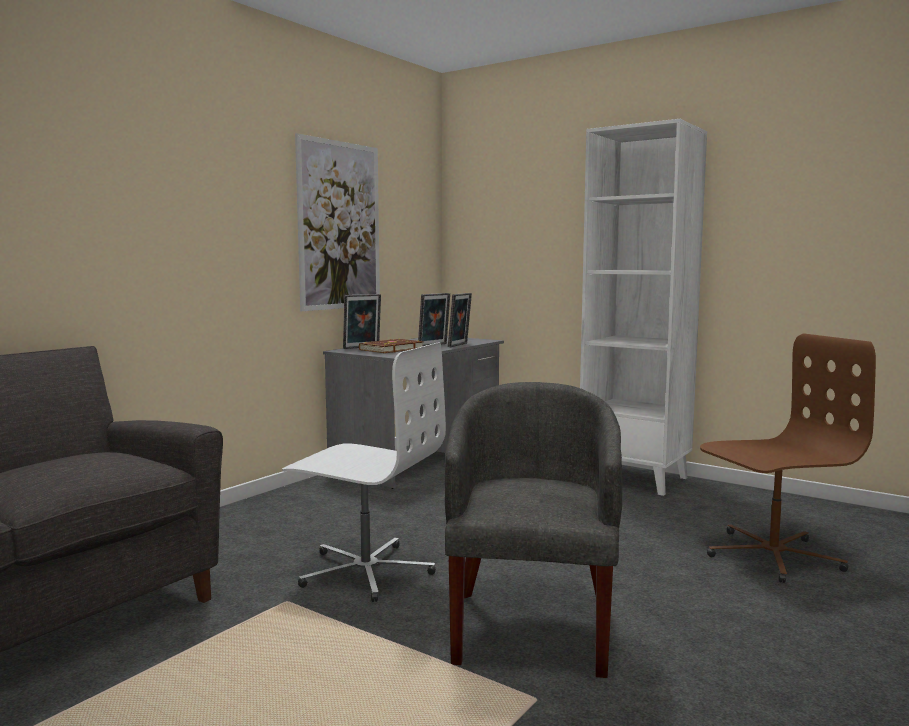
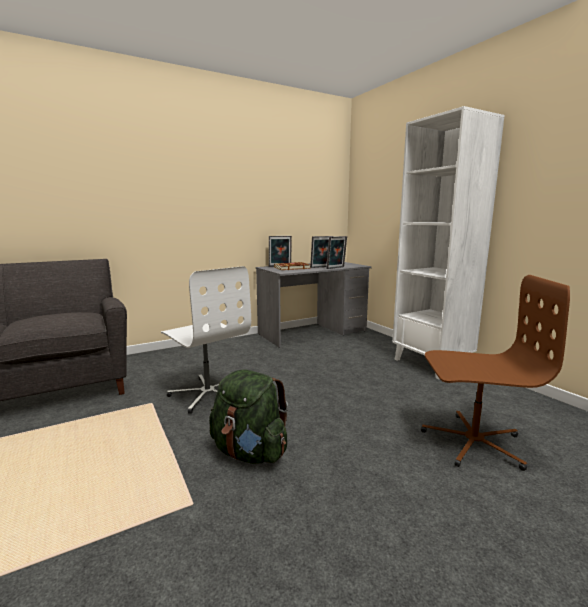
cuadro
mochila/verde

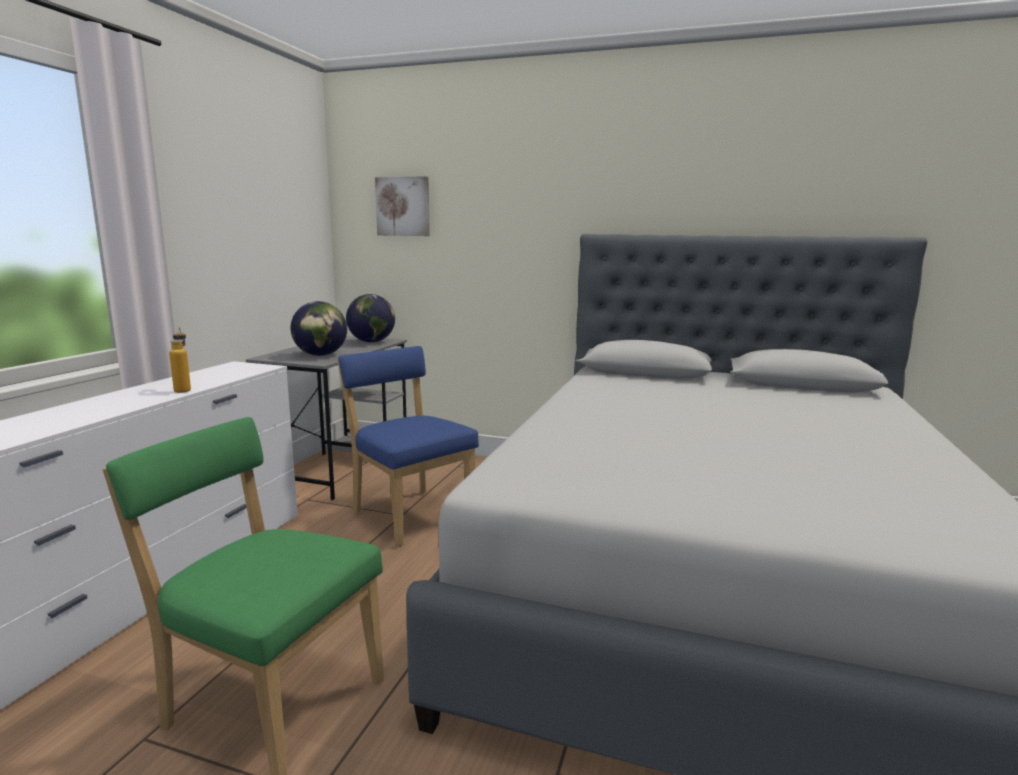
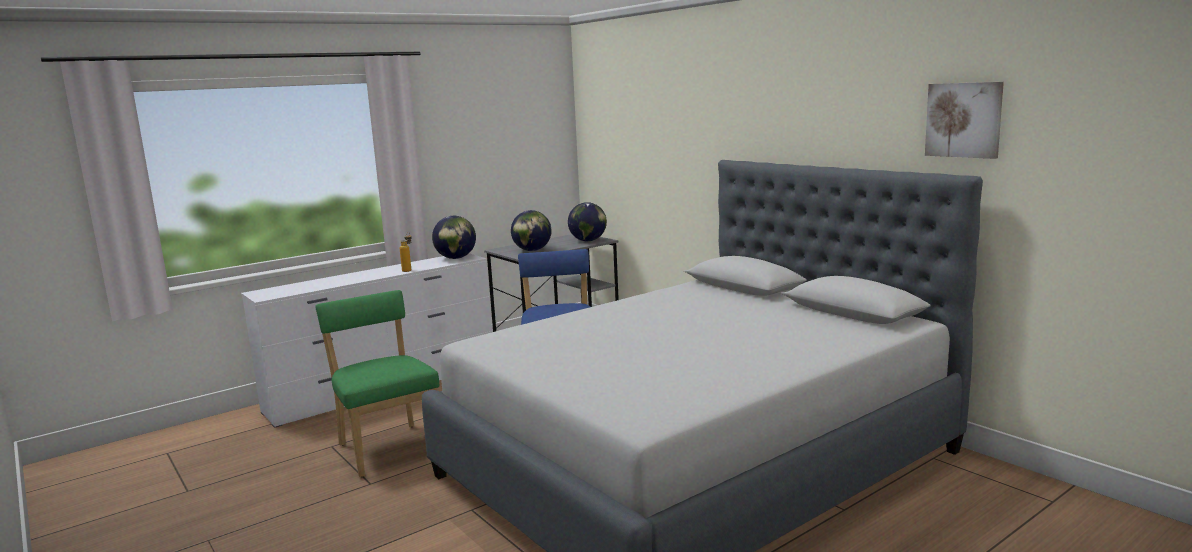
globo terráqueo (1st from left)
cuadro

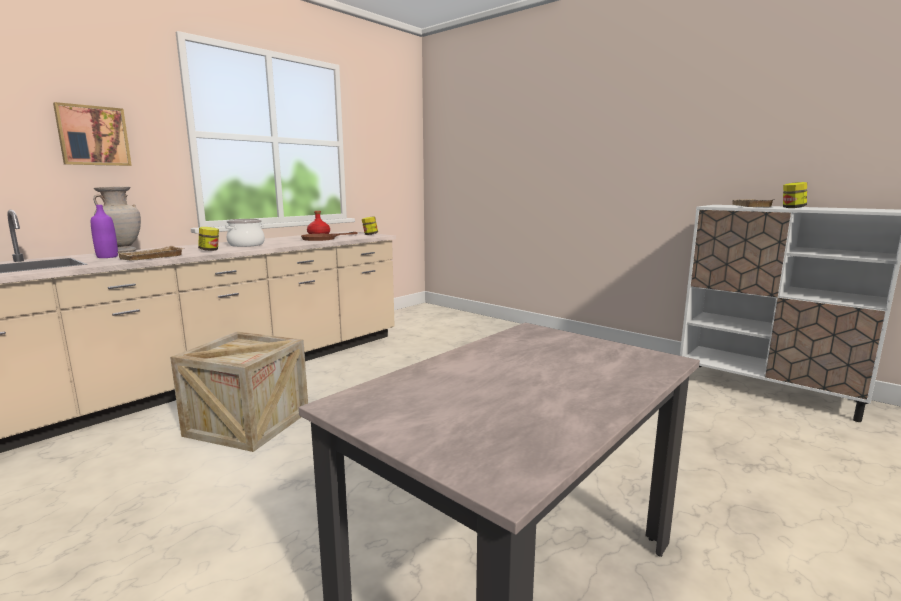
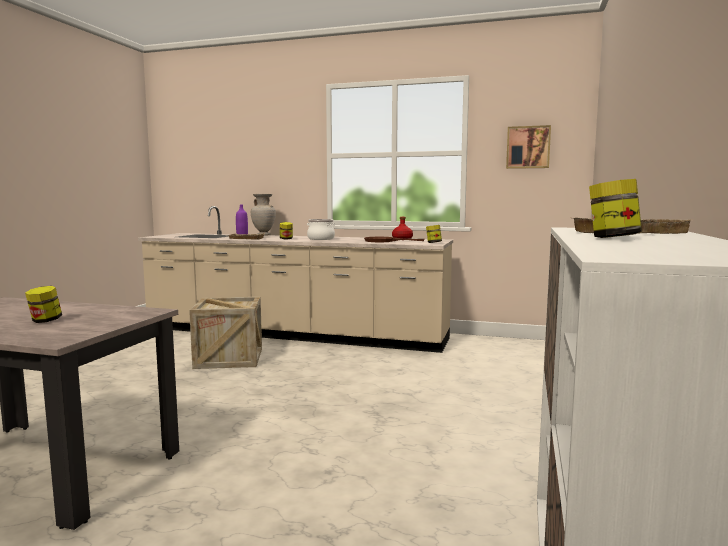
tarro (1st from left)
cuadro

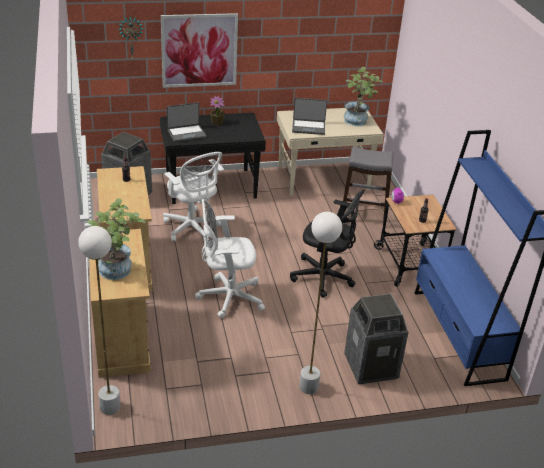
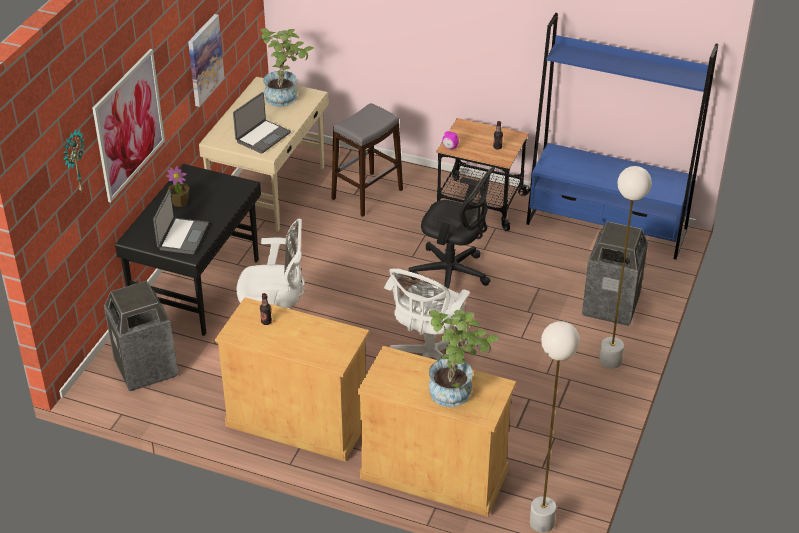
cuadro (2nd from left)
silla de oficina/negro

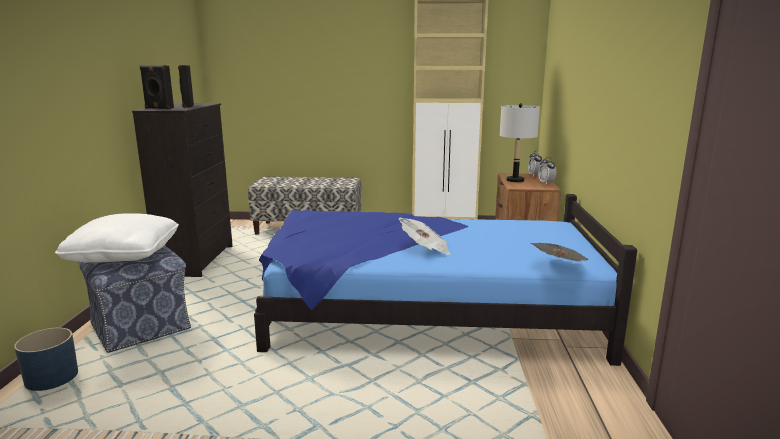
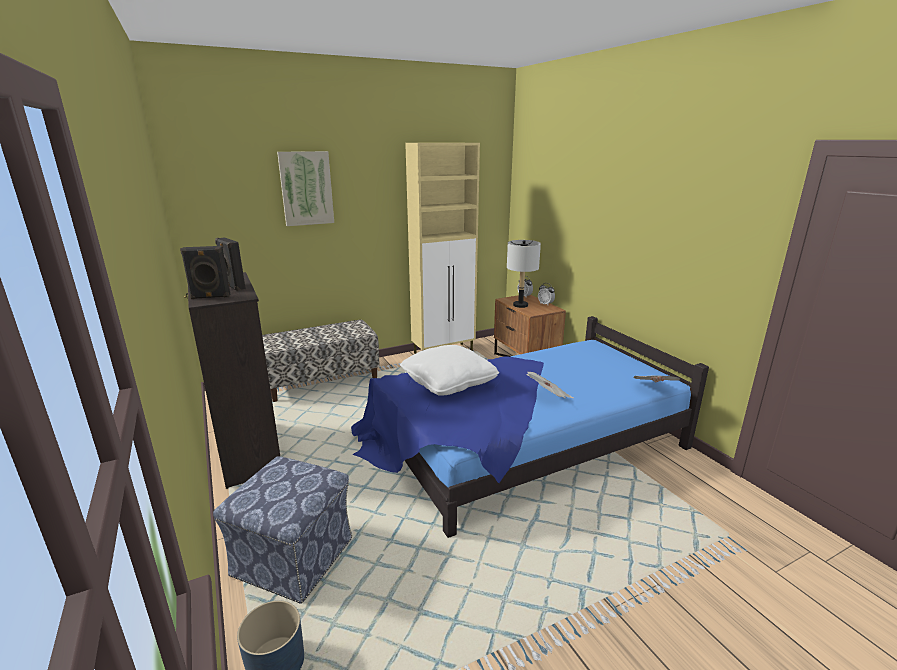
cuadro
cojín/blanco

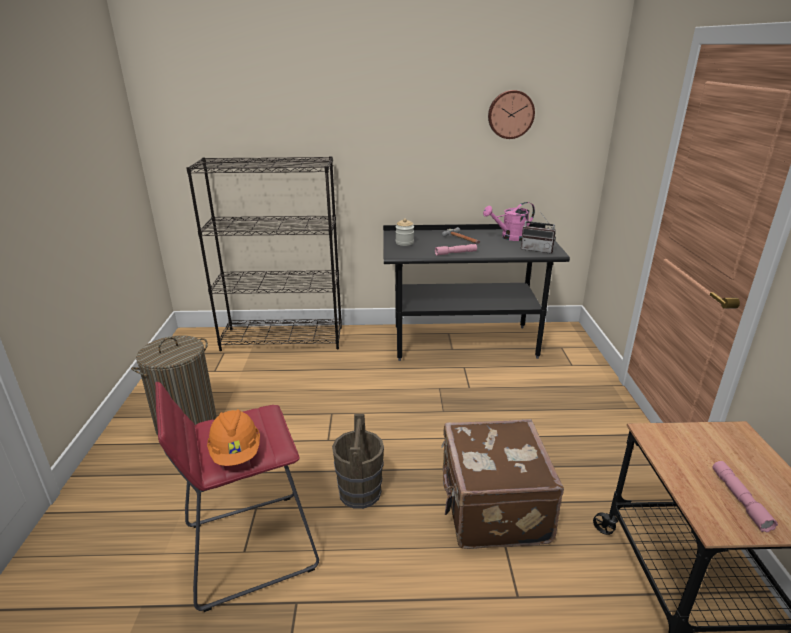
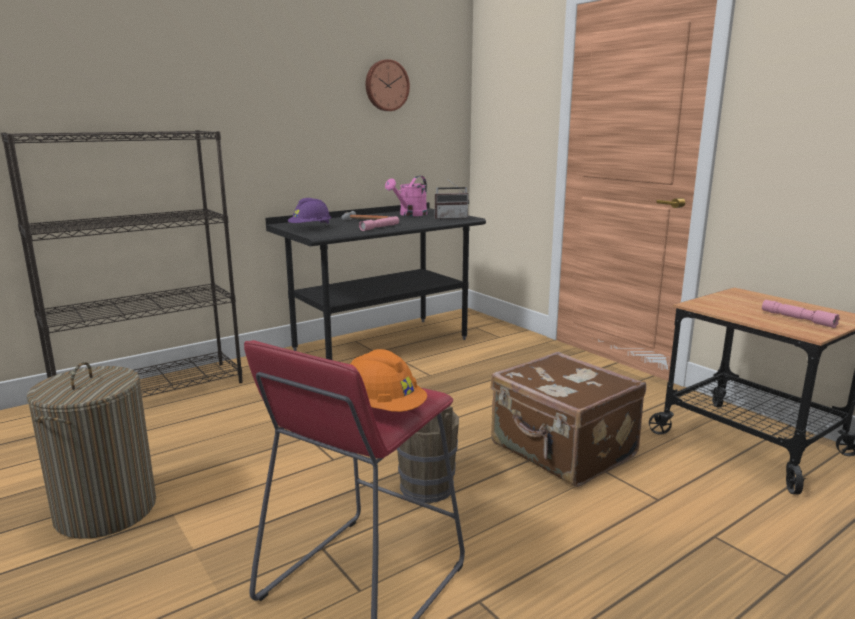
casco/morado

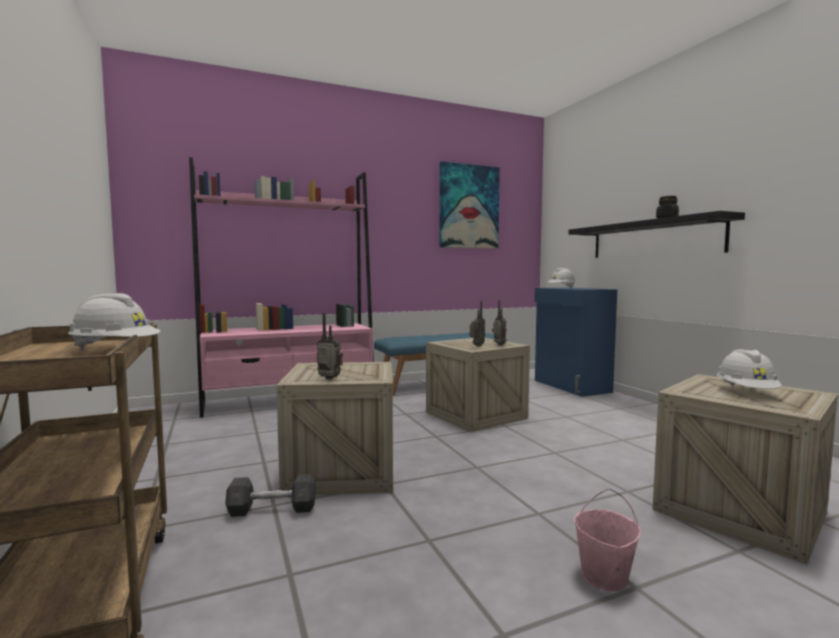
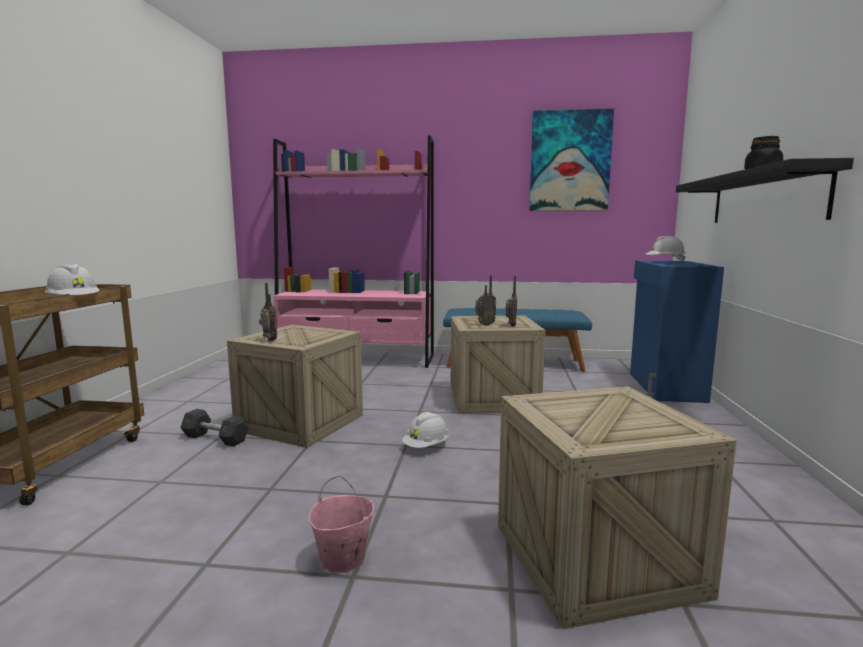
casco/blanco (2nd from left)

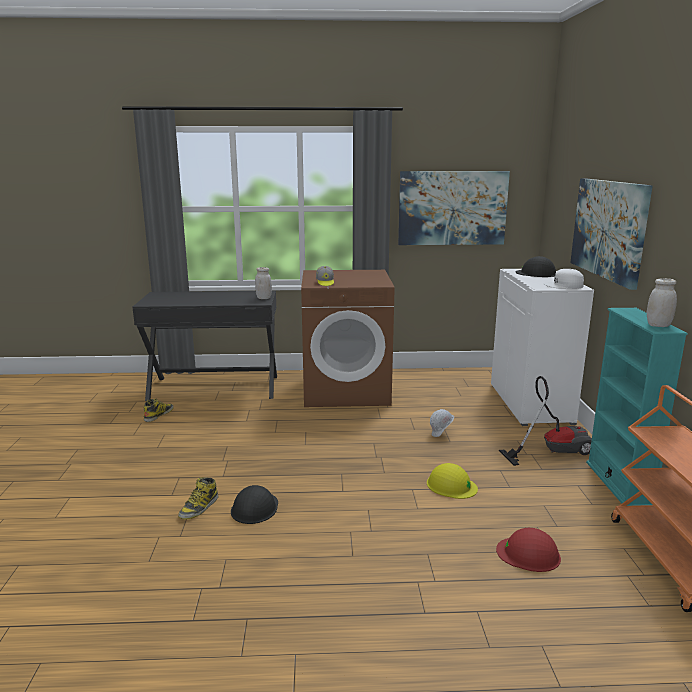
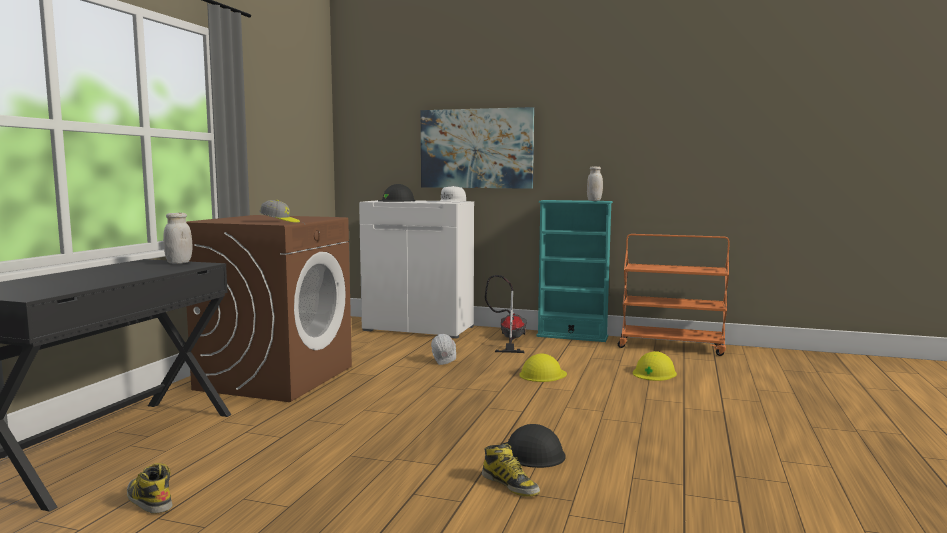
cuadro (1st from left in the first image)
casco/amarillo (2nd from left)

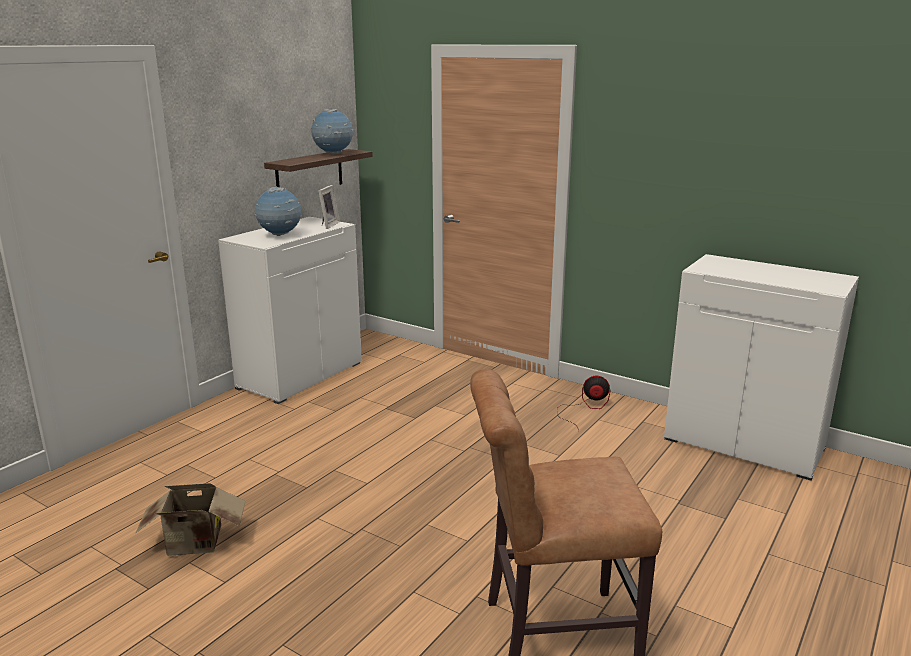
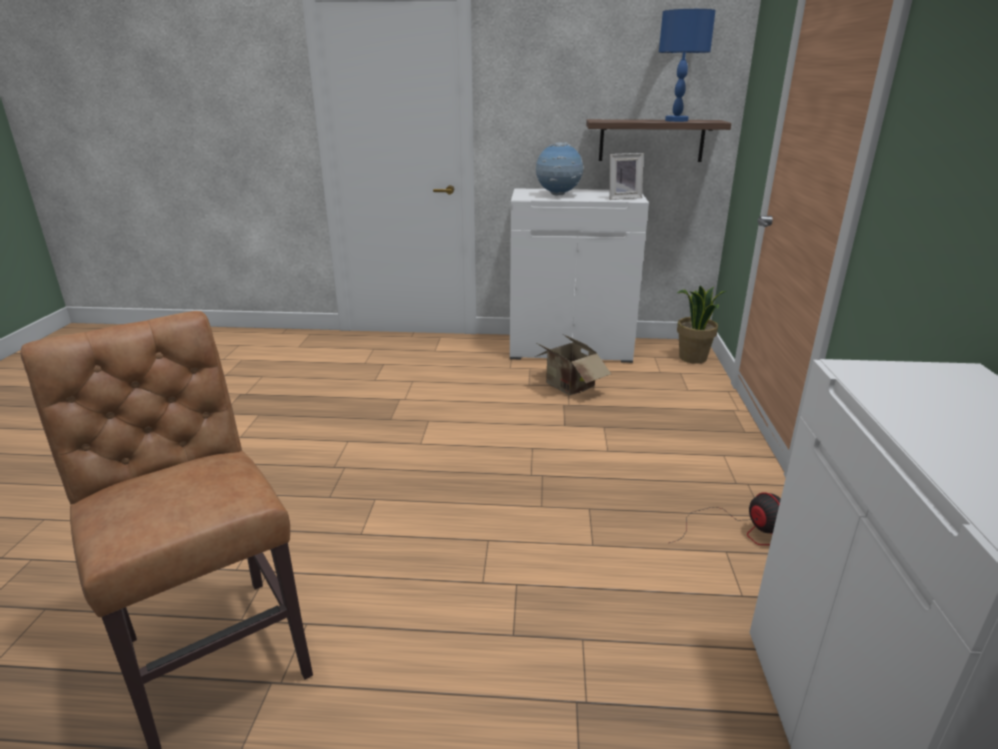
planta en maceta
caja de cartón
lámpara de mesa/azul

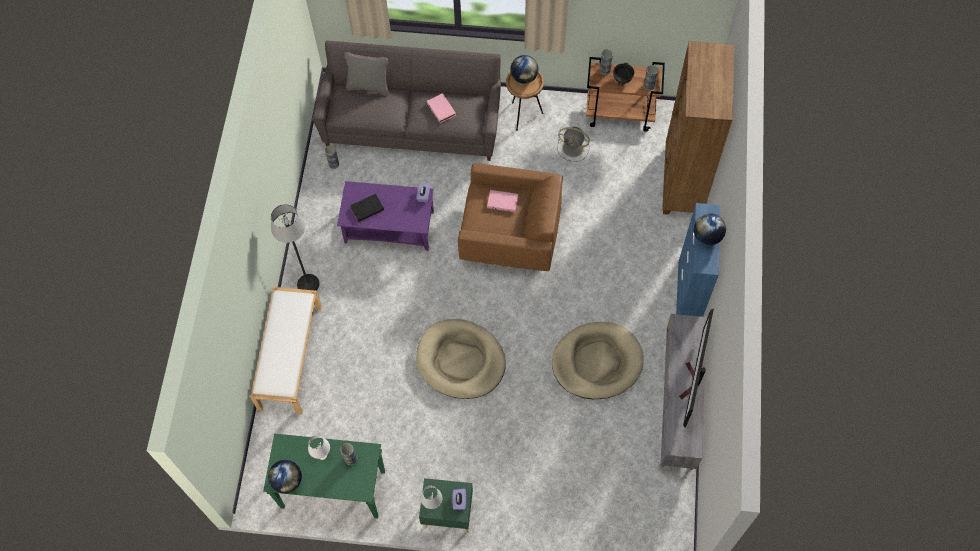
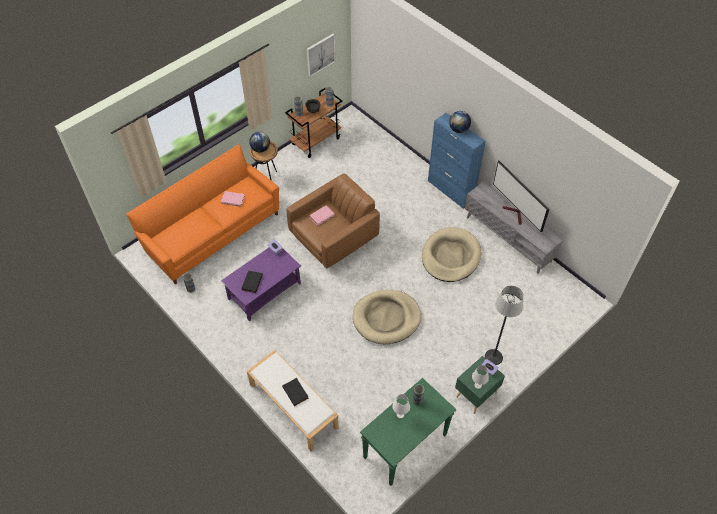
globo terráqueo (1st from left in the first image)
cojín/gris
ventilador/gris
estantería/marrón
libro/negro (2nd from left)
cuadro
lámpara de pie
sofá/naranja

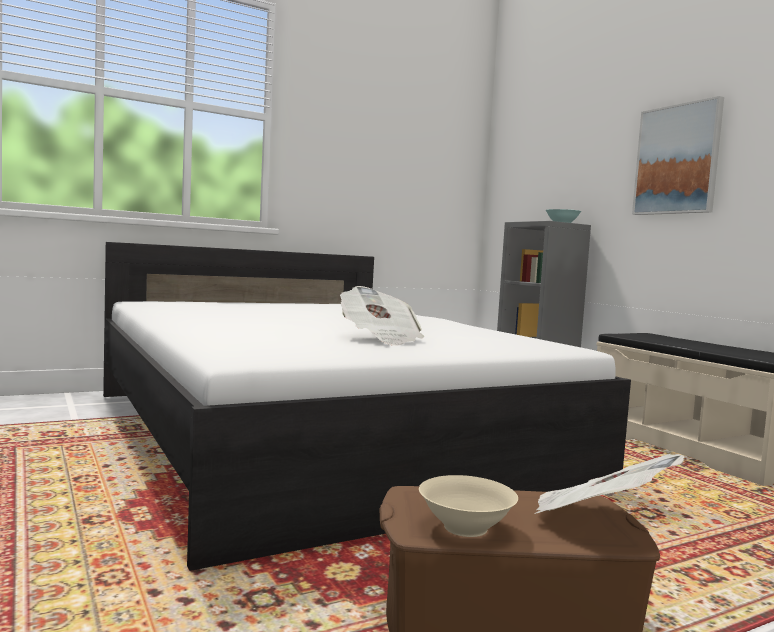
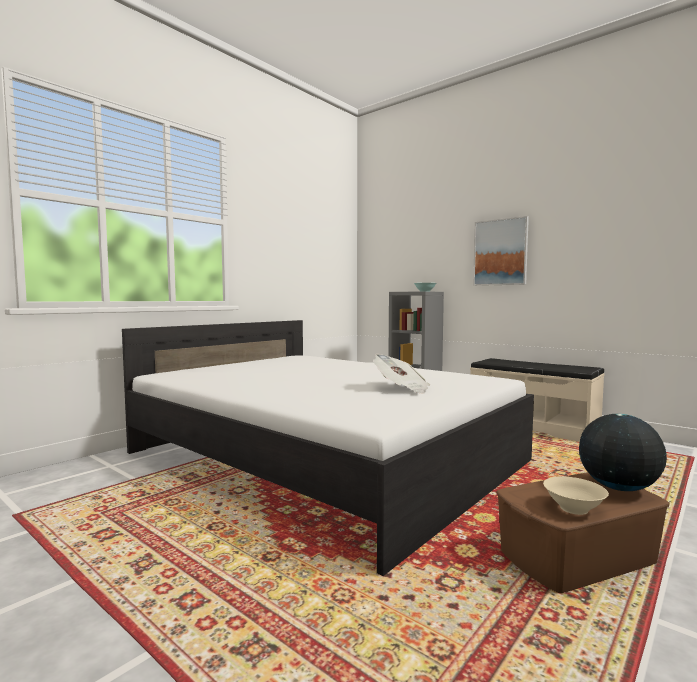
globo terráqueo

